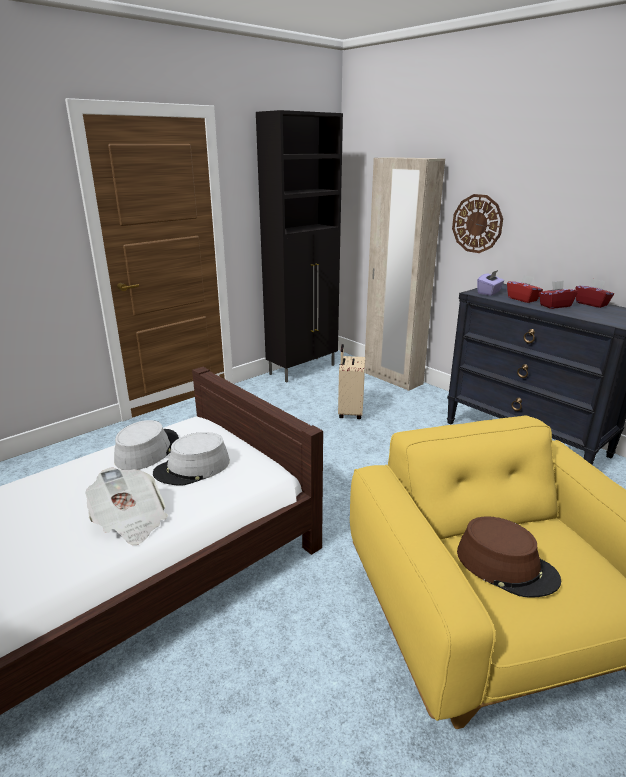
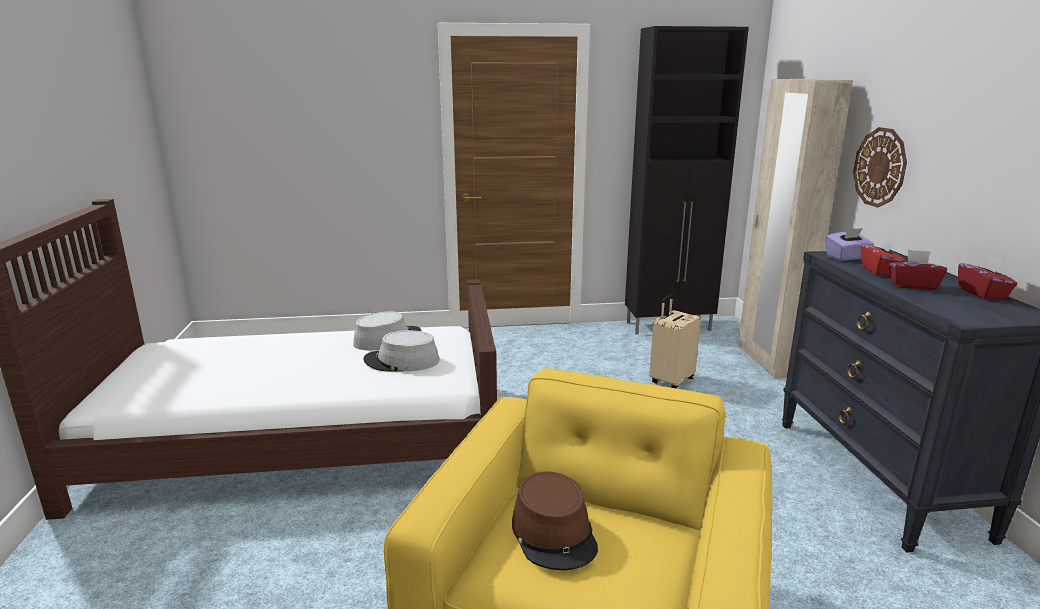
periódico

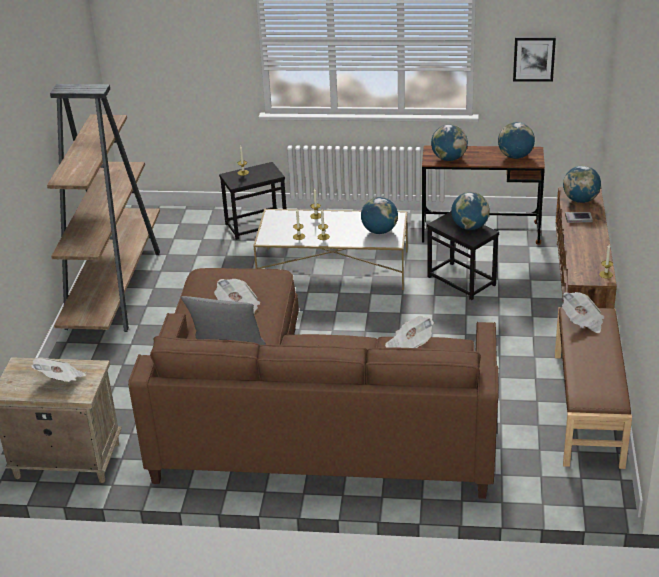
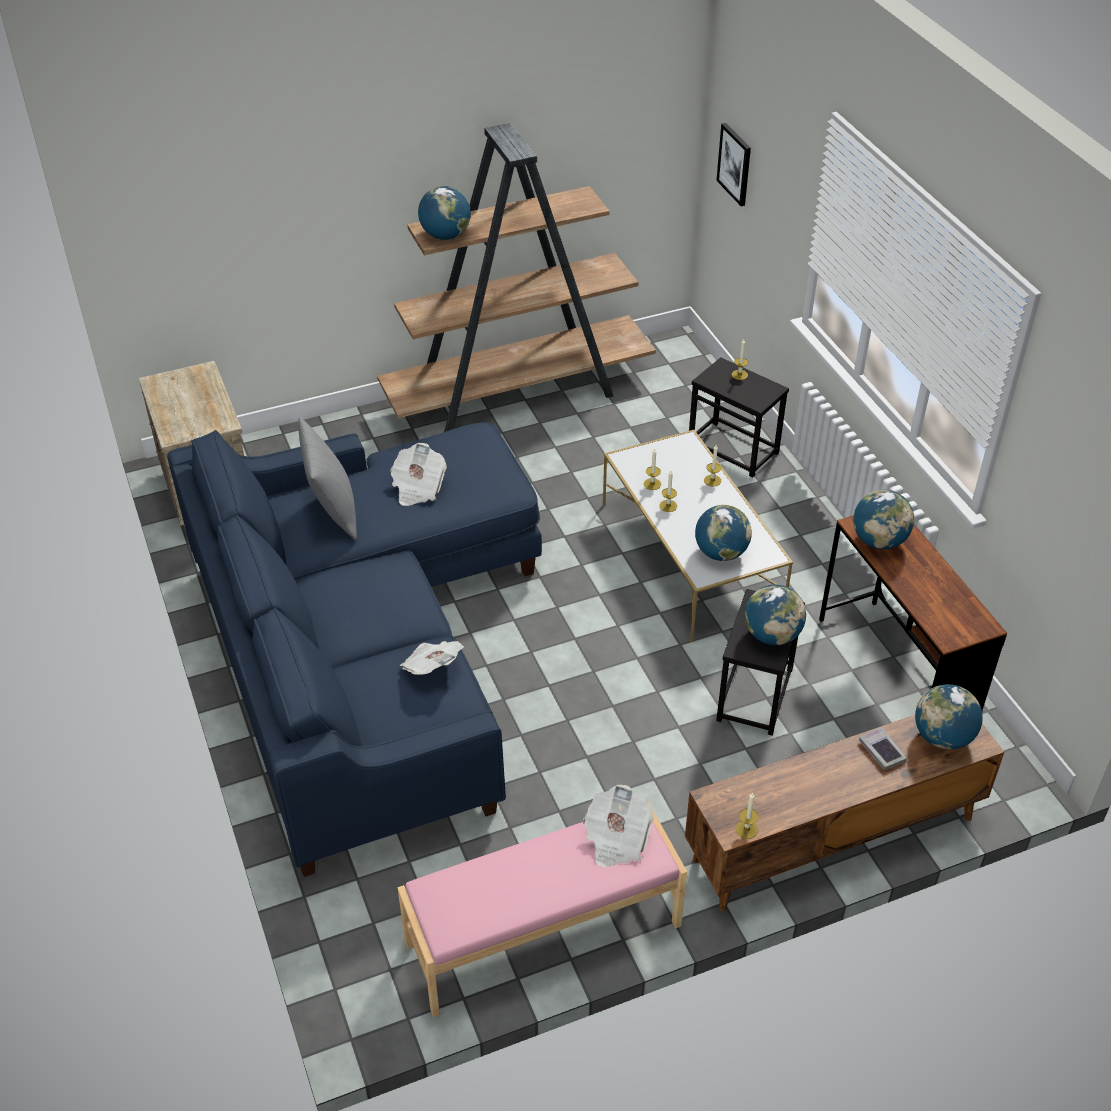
periódico (1st from left in the first image)
globo terráqueo (1st from left)
cuadro
sofá/azul
banco/rosa

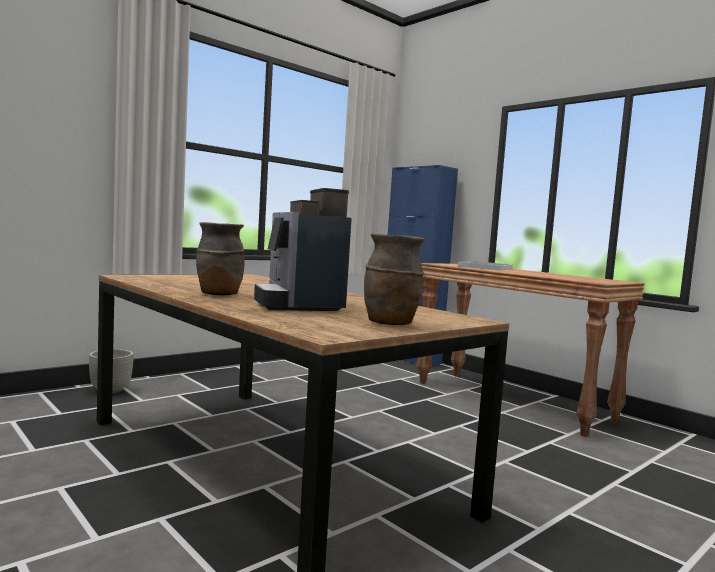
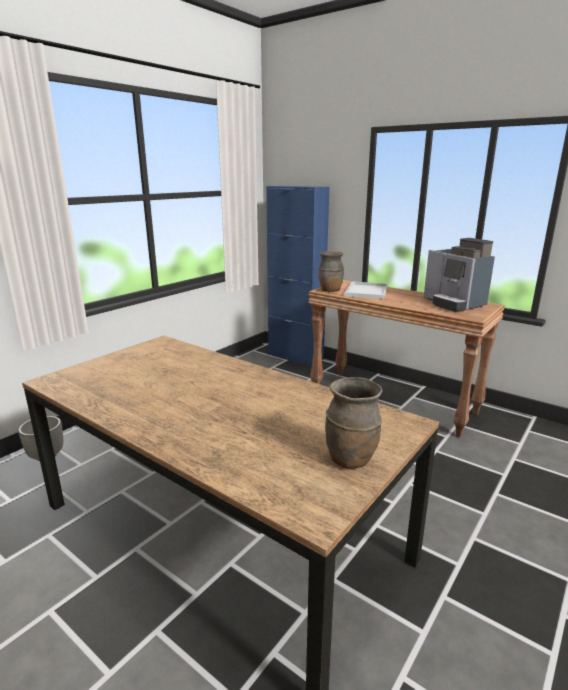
florero/marrón (1st from left)
cafetera

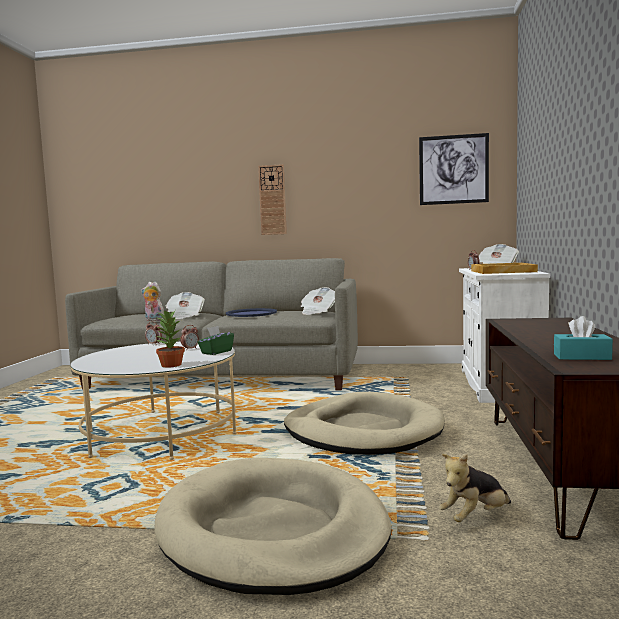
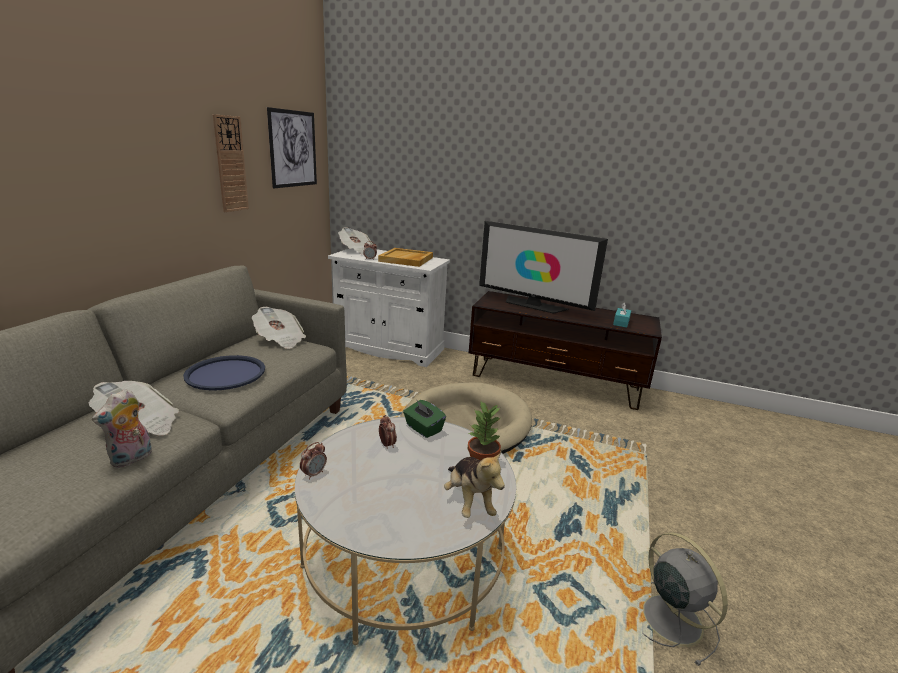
cama para perro/beis (1st from left in the first image)
televisor
ventilador/gris
reloj de pared
peluche (2nd from left)

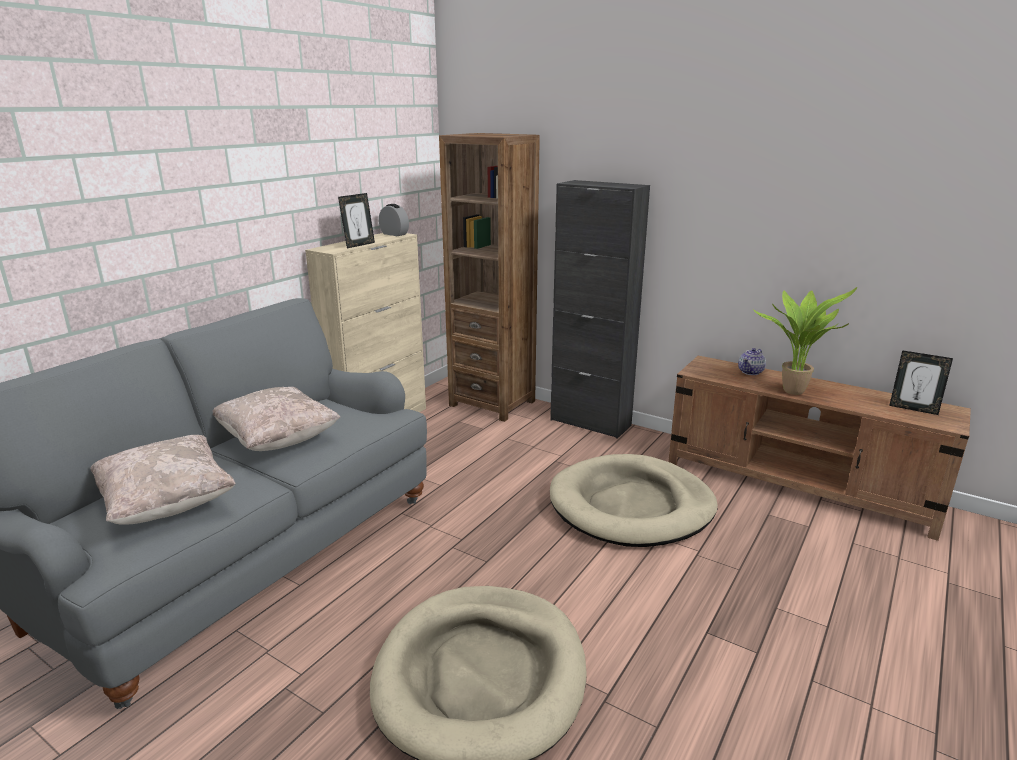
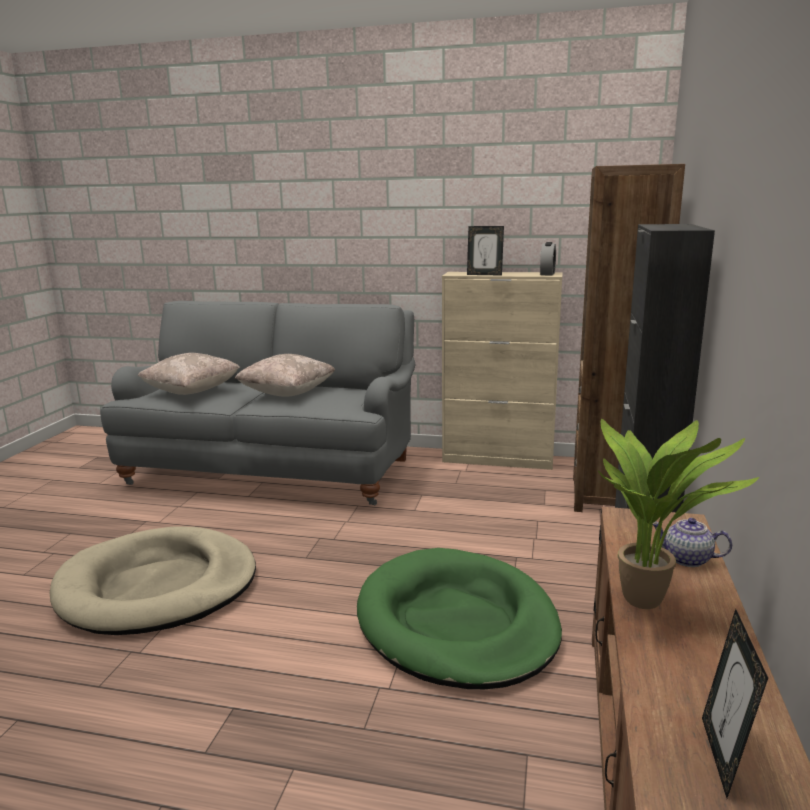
cama para perro/verde

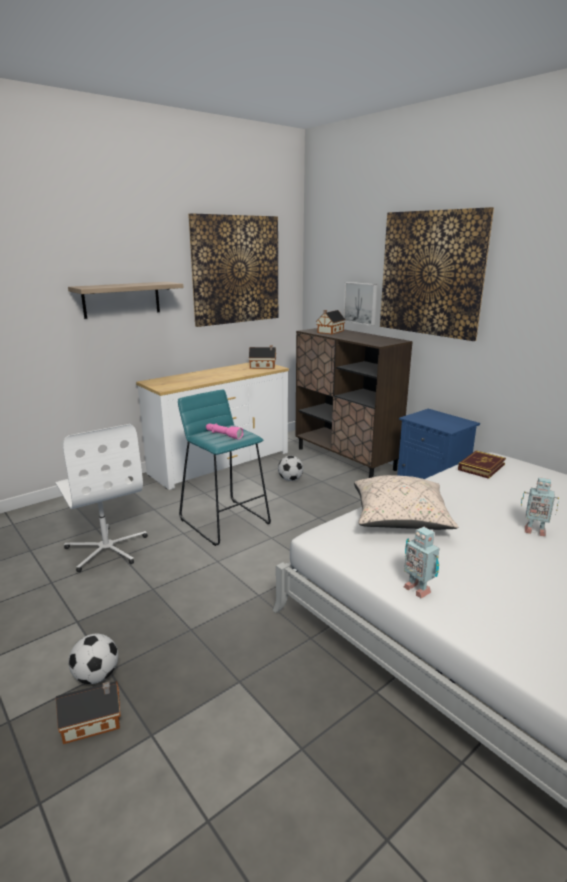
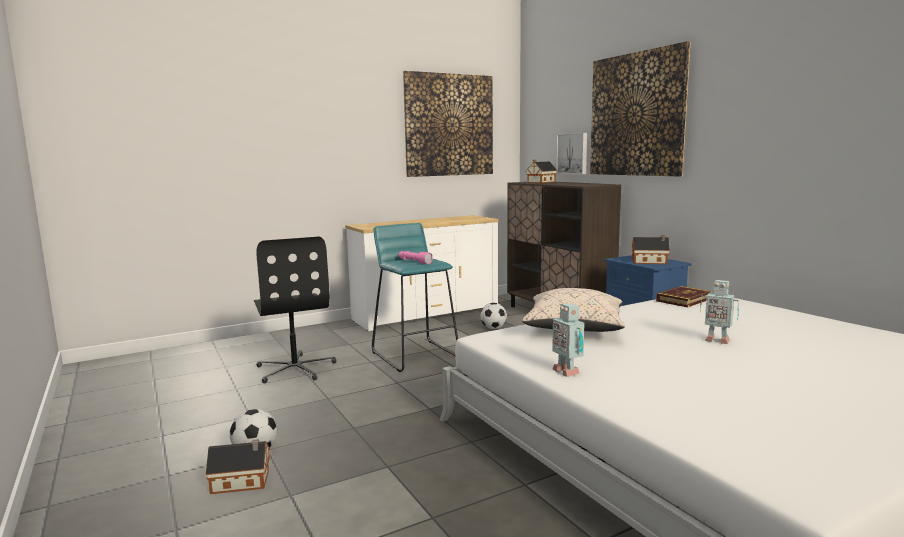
estante
casita (3rd from left)
silla de oficina/negro

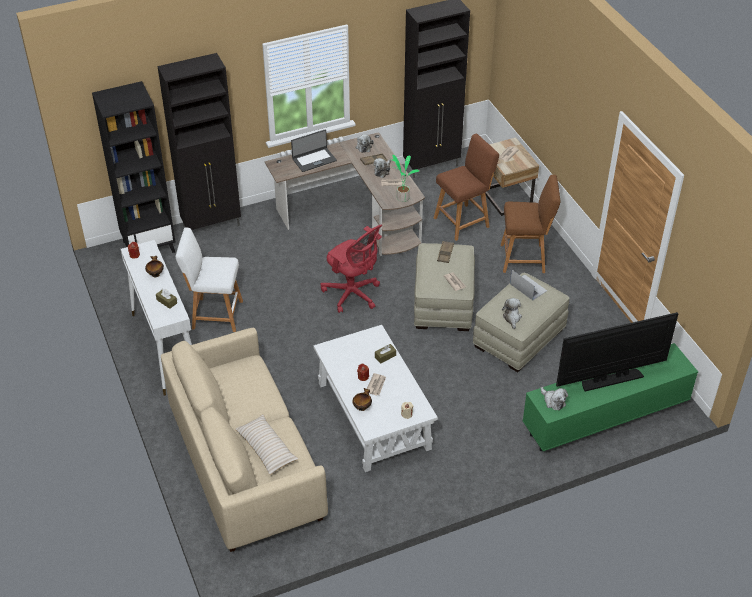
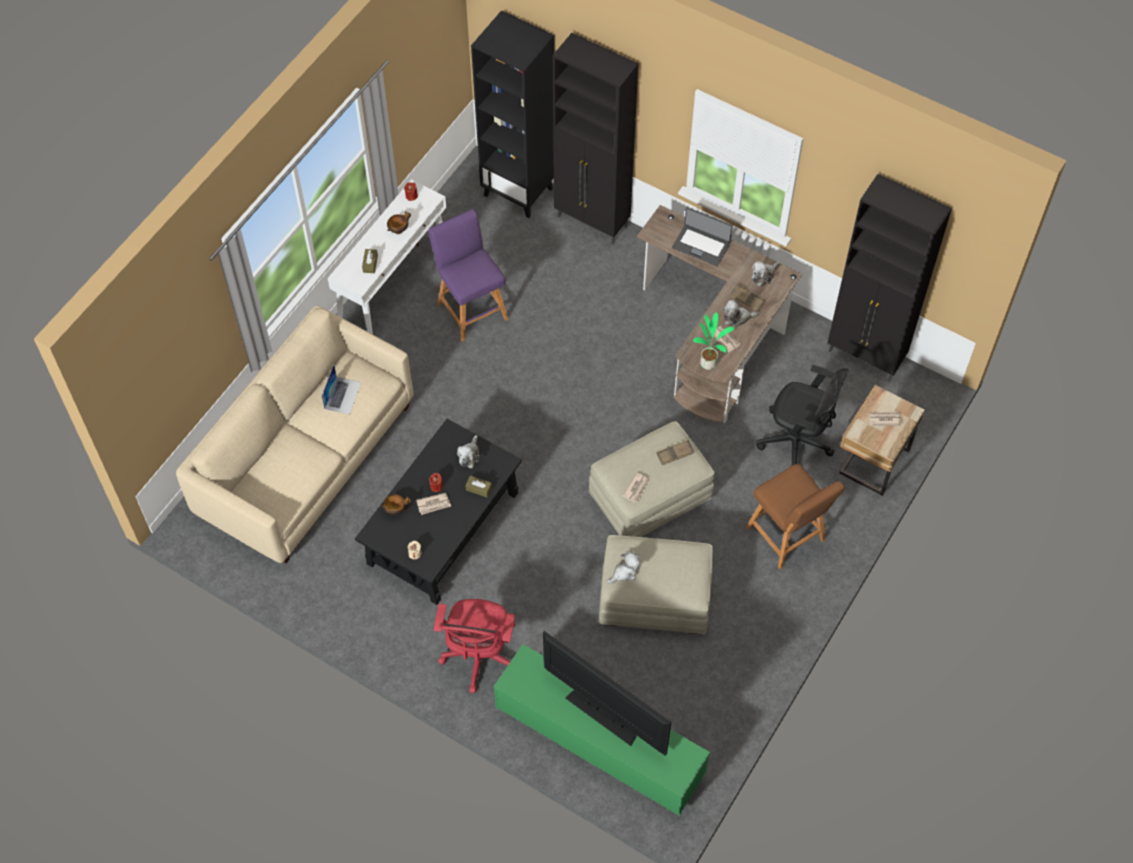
cojín/beis
silla de oficina/rojo
portátil (1st from left)
peluche (1st from left)
silla de oficina/negro
taburete/morado
mesa de centro/negro

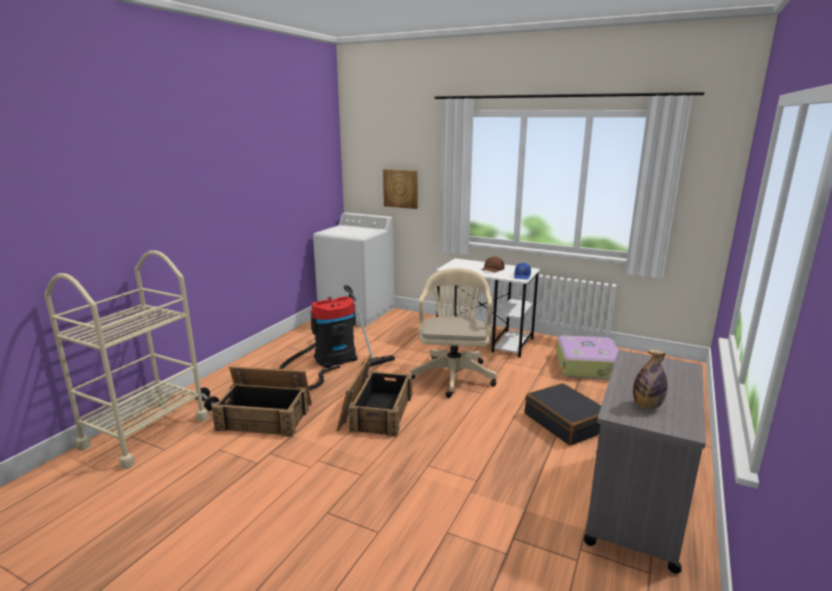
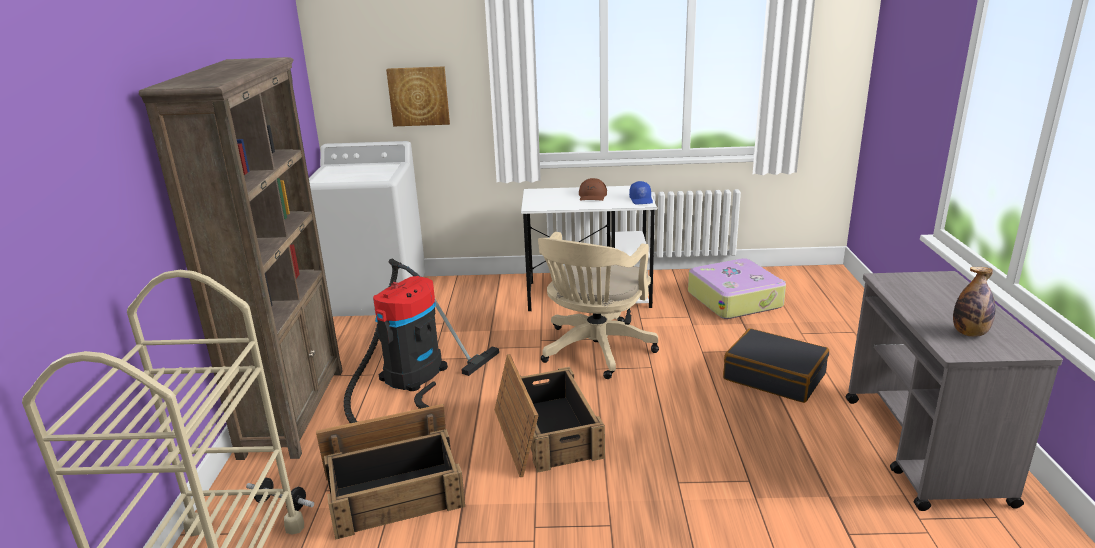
estantería/marrón
silla de oficina/beis

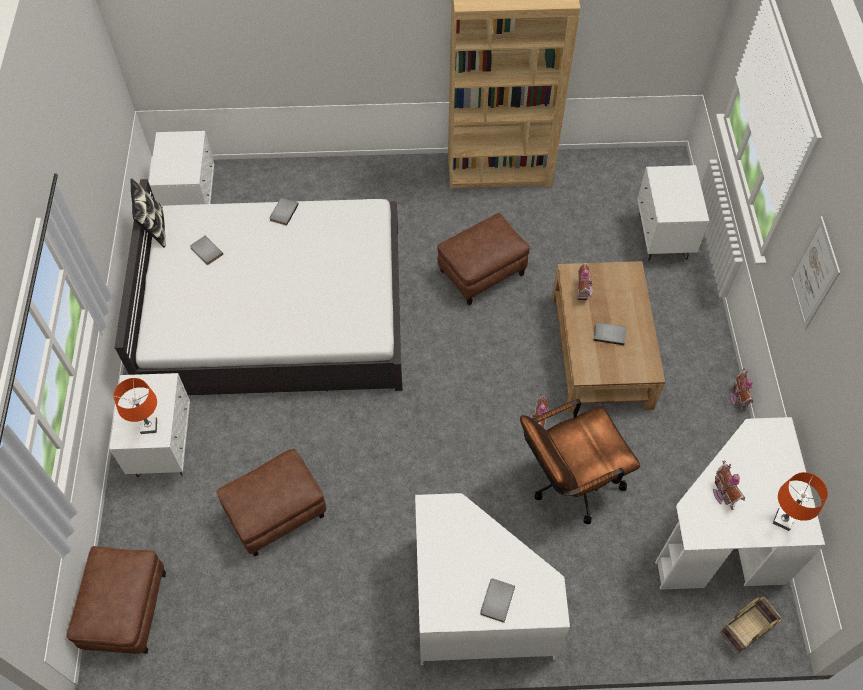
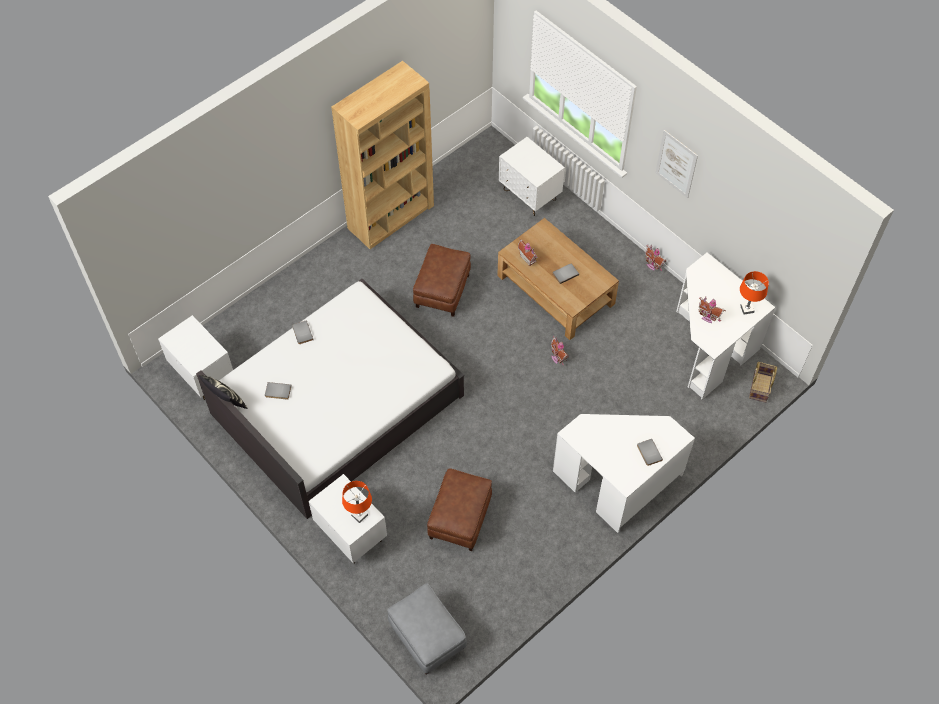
silla de oficina/marrón
puf/gris

